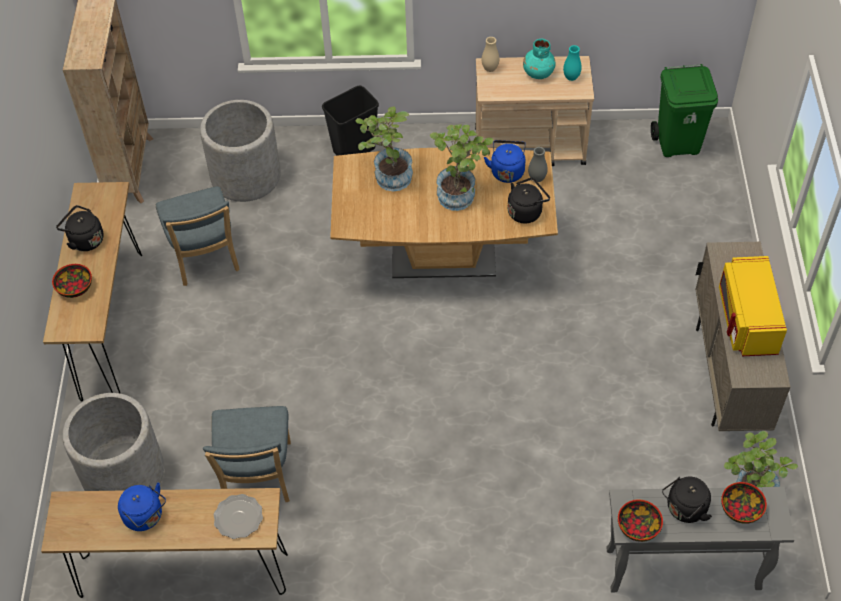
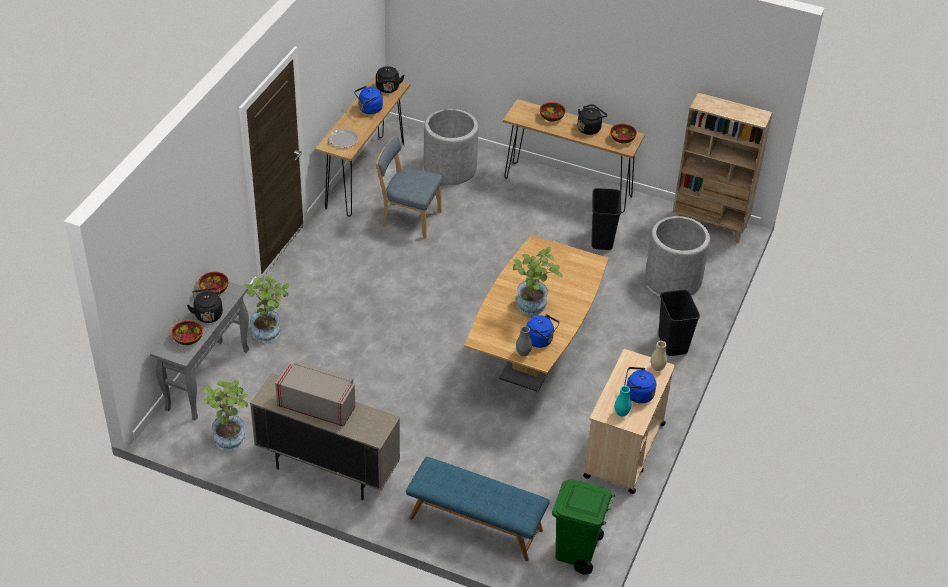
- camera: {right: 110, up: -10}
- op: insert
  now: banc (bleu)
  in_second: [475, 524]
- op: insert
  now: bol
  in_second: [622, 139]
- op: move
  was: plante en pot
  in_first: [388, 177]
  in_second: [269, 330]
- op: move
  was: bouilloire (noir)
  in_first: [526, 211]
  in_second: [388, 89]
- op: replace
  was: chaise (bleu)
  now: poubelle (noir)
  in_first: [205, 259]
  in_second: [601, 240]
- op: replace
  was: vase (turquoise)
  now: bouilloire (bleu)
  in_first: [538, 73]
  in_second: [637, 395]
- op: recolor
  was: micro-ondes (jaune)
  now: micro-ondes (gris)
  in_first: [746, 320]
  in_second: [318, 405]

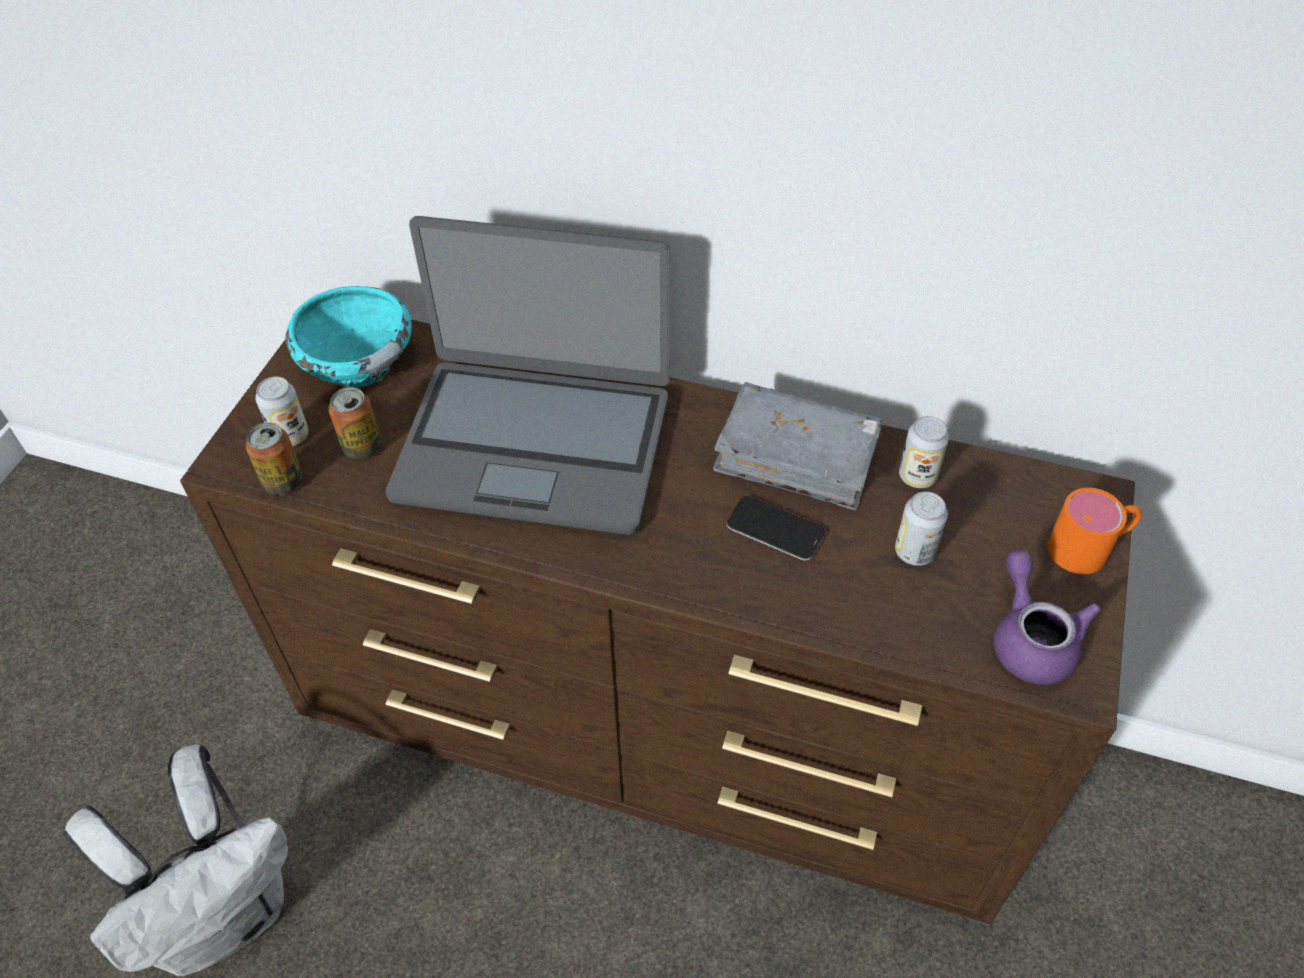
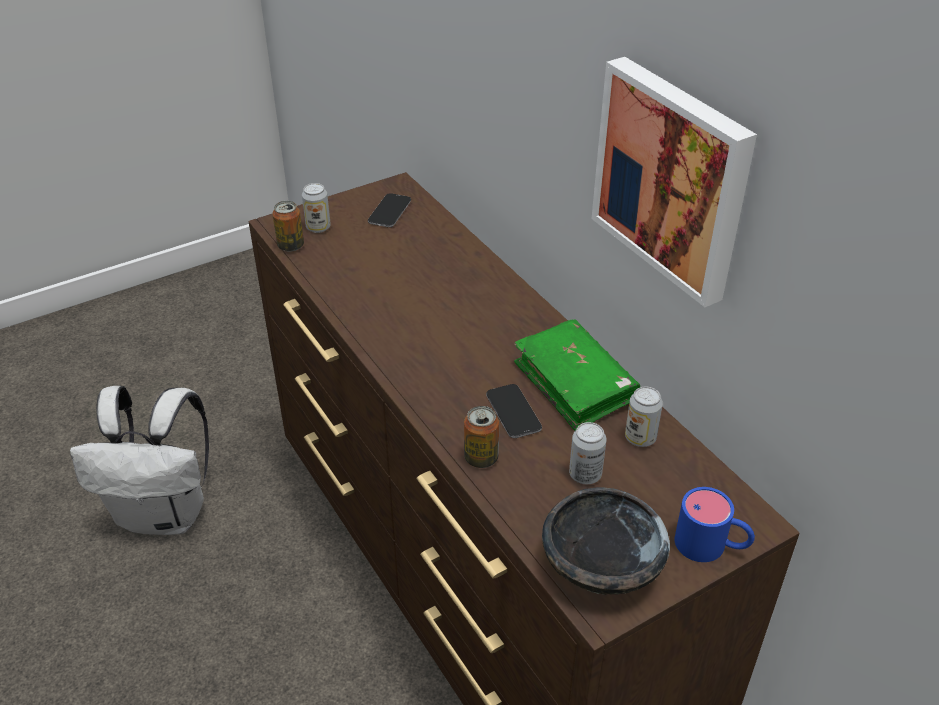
- camera: {right: 40, up: -10}
- op: delete
  was: ordinateur portable
  in_first: [534, 444]
- op: insert
  now: tableau
  in_second: [673, 178]
- op: move
  was: boîte métallique
  in_first: [362, 447]
  in_second: [481, 458]
- op: replace
  was: bol (turquoise)
  now: téléphone
  in_first: [358, 363]
  in_second: [389, 211]
- op: replace
  was: théière (violet)
  now: bol (noir)
  in_first: [1031, 639]
  in_second: [600, 566]
- op: recolor
  was: livre (gris)
  now: livre (vert)
  in_first: [797, 457]
  in_second: [574, 384]
- op: recolor
  was: mug (orange)
  now: mug (bleu)
  in_first: [1090, 547]
  in_second: [711, 546]

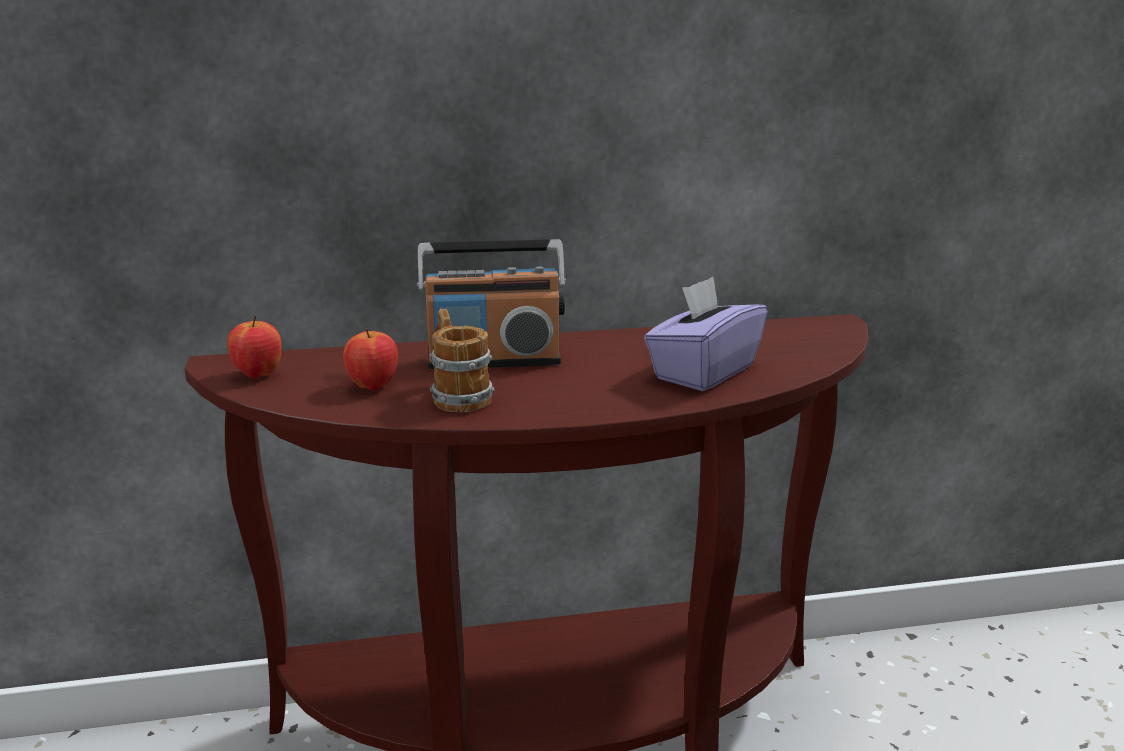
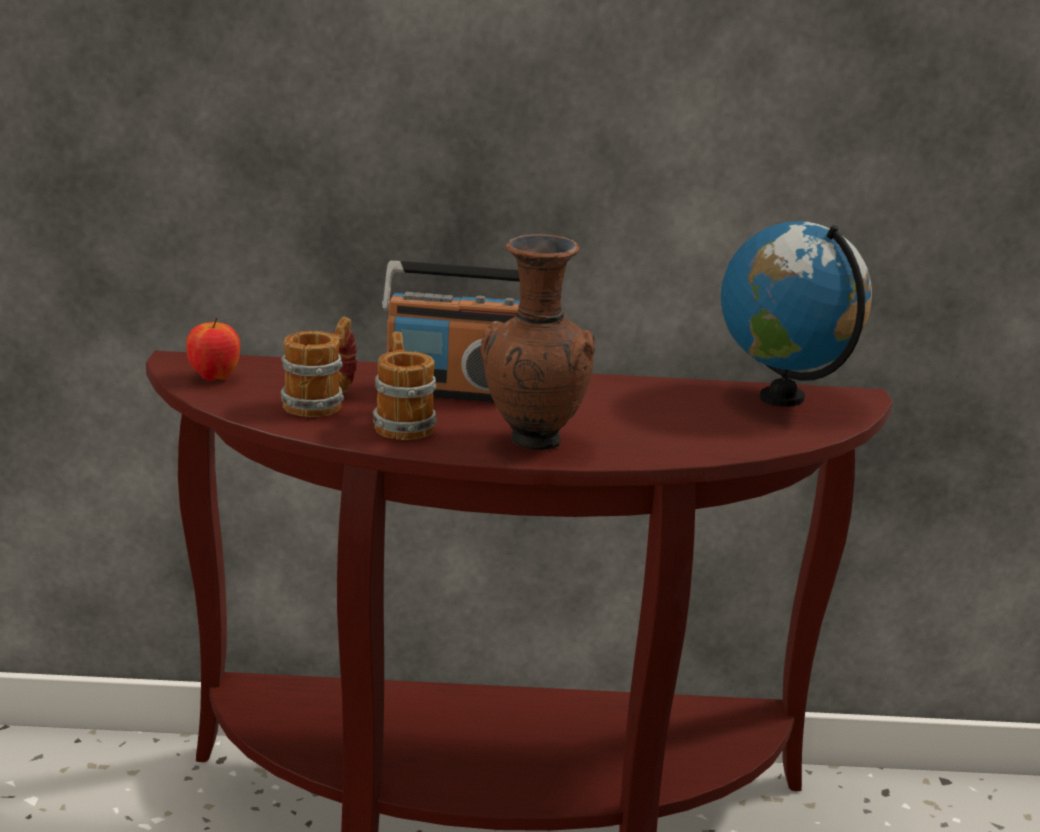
- camera: {right: 10, up: 0}
- op: delete
  was: boîte à mouchoirs (violet)
  in_first: [703, 372]
- op: insert
  now: vase (marron)
  in_second: [531, 443]
- op: insert
  now: globe
  in_second: [782, 398]
- op: replace
  was: pomme
  now: mug
  in_first: [373, 386]
  in_second: [322, 403]

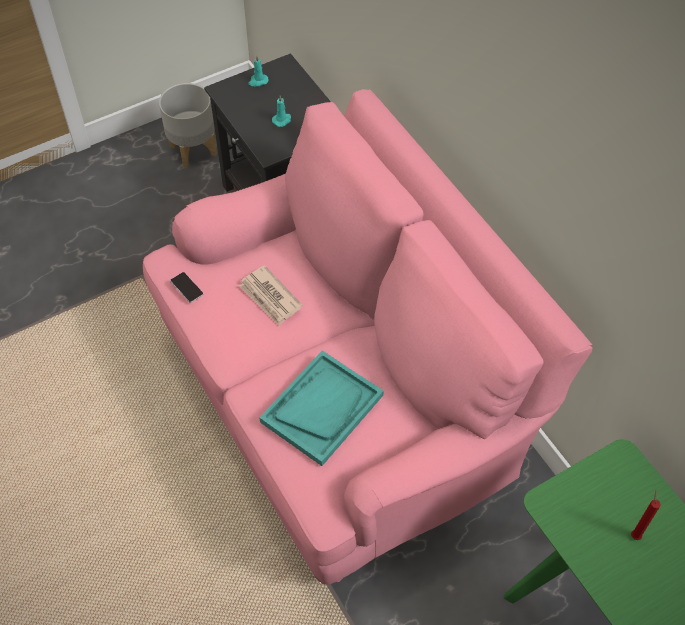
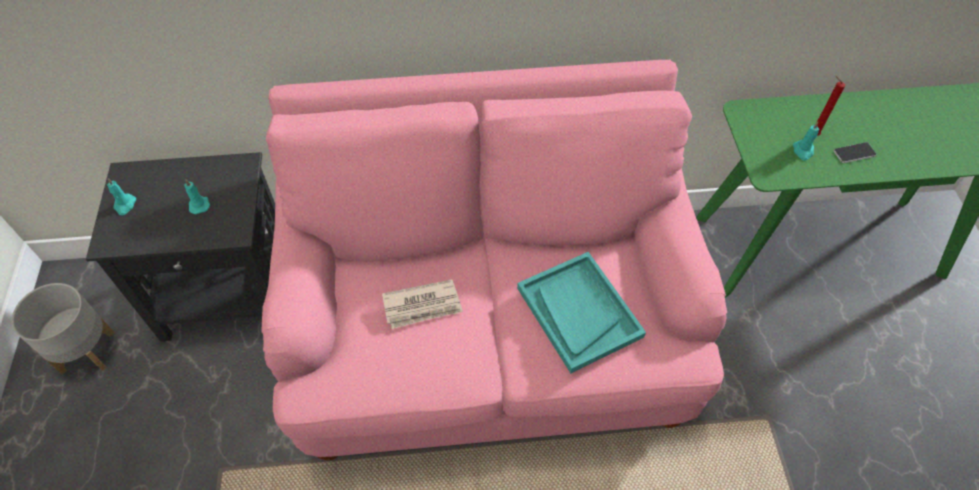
- camera: {right: -65, up: 0}
- op: insert
  now: bougie (turquoise)
  in_second: [803, 151]
- op: move
  was: téléphone
  in_first: [187, 287]
  in_second: [854, 153]

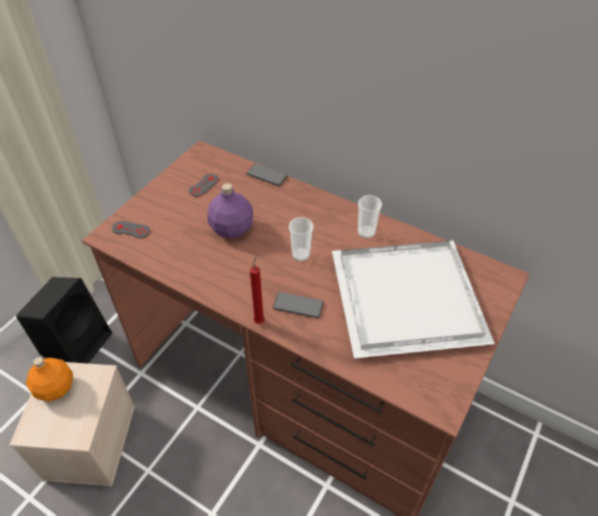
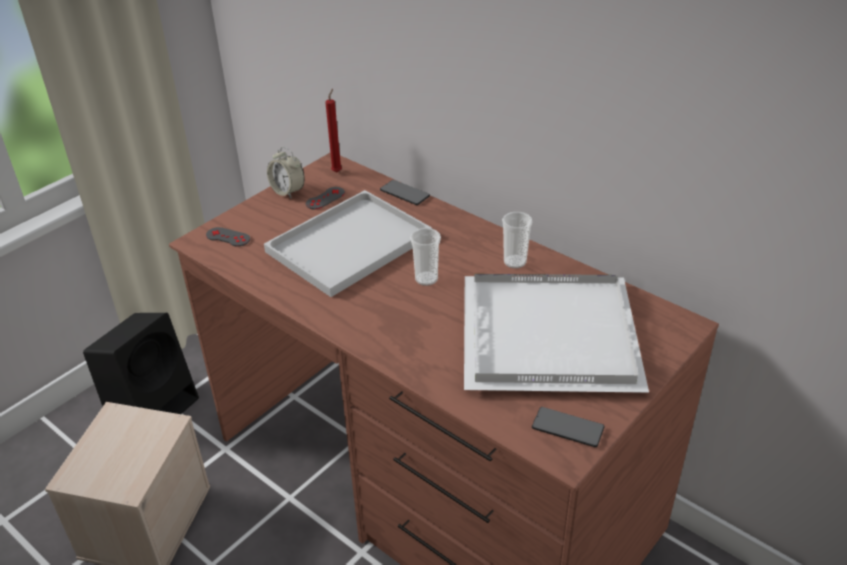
- camera: {right: 10, up: -10}
- op: delete
  was: bouteille (orange)
  in_first: [55, 388]
- op: insert
  now: réveil
  in_second: [288, 191]
- op: move
  was: bougie (rouge)
  in_first: [259, 320]
  in_second: [337, 171]
- op: move
  was: téléphone
  in_first: [298, 305]
  in_second: [567, 428]
- op: replace
  was: bouteille (violet)
  now: plateau (blanc)
  in_first: [231, 229]
  in_second: [348, 246]

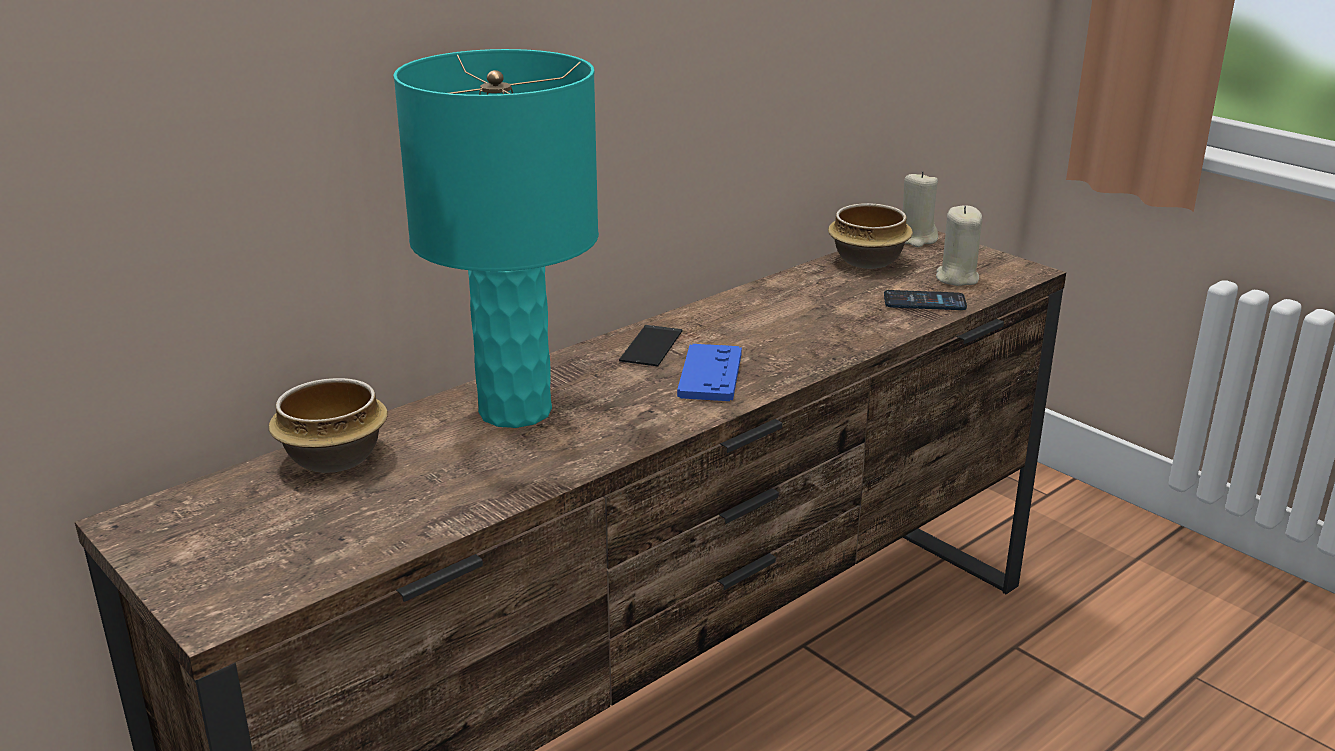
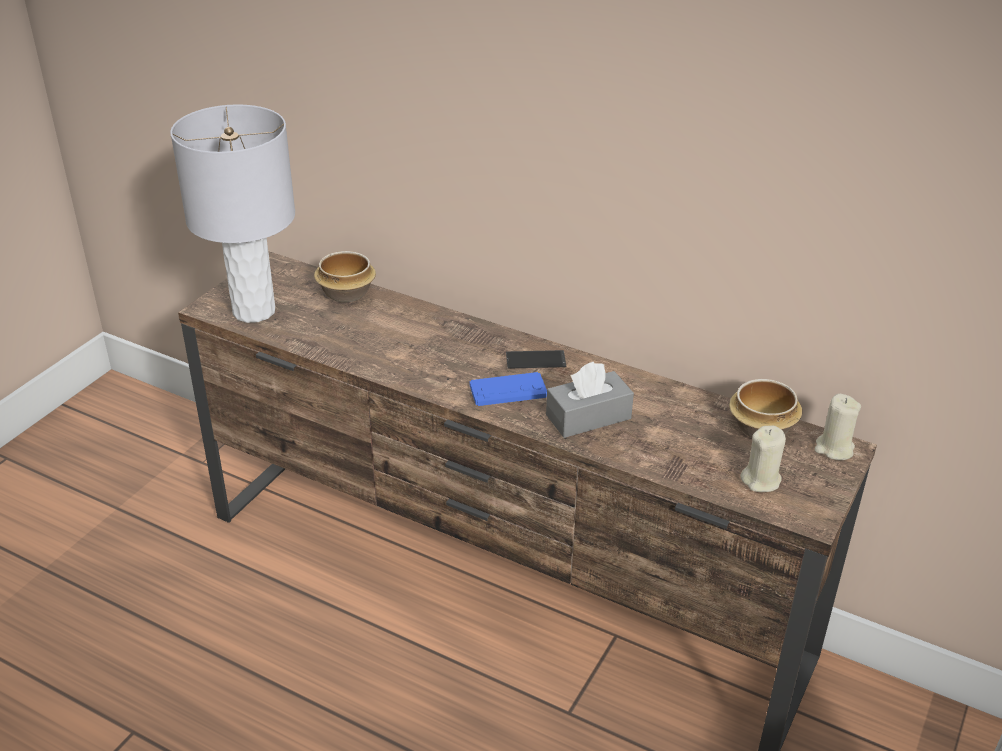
- camera: {right: 70, up: 10}
- op: delete
  was: lampe de table (turquoise)
  in_first: [514, 410]
- op: delete
  was: téléphone
  in_first: [924, 302]
- op: insert
  now: lampe de table (gris)
  in_second: [254, 311]
- op: insert
  now: boîte à mouchoirs (gris)
  in_second: [588, 417]

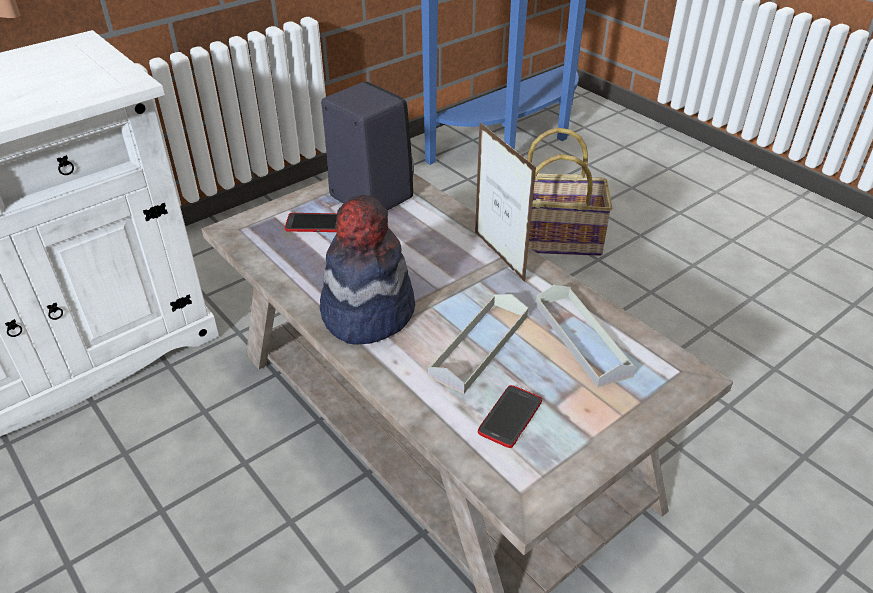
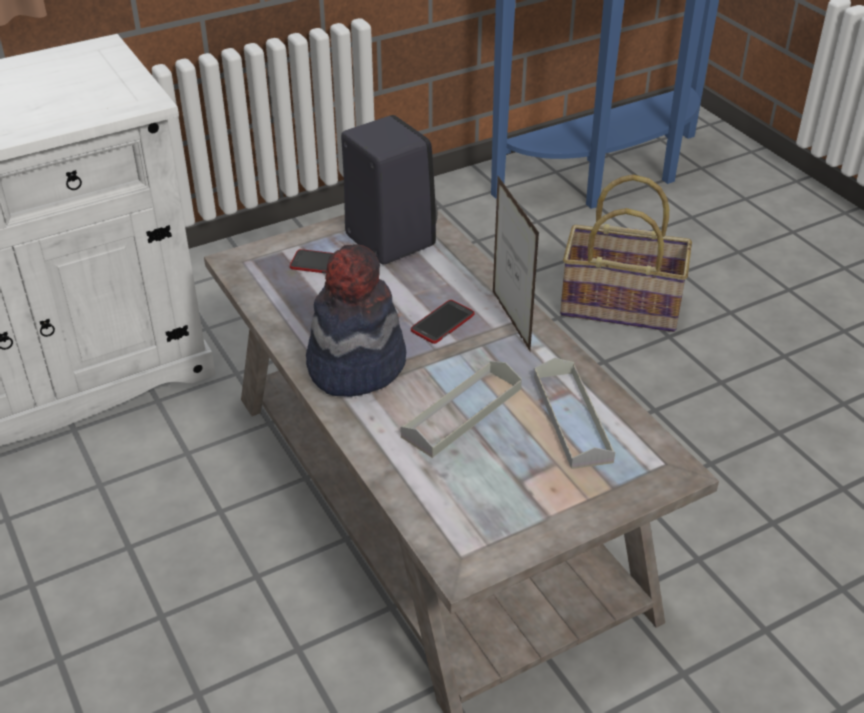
- camera: {right: 10, up: 0}
- op: move
  was: téléphone
  in_first: [510, 417]
  in_second: [442, 323]

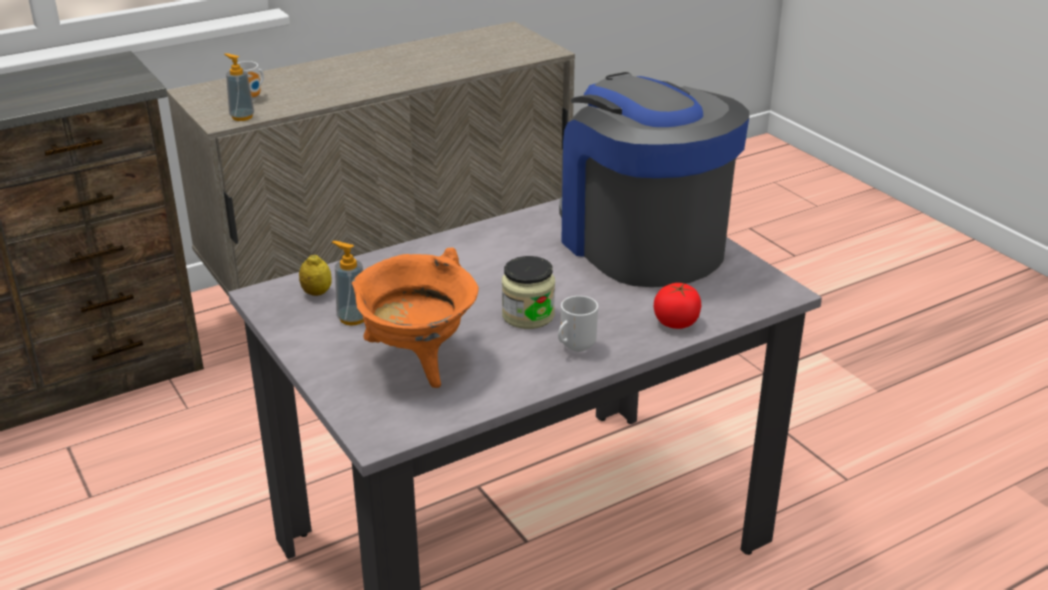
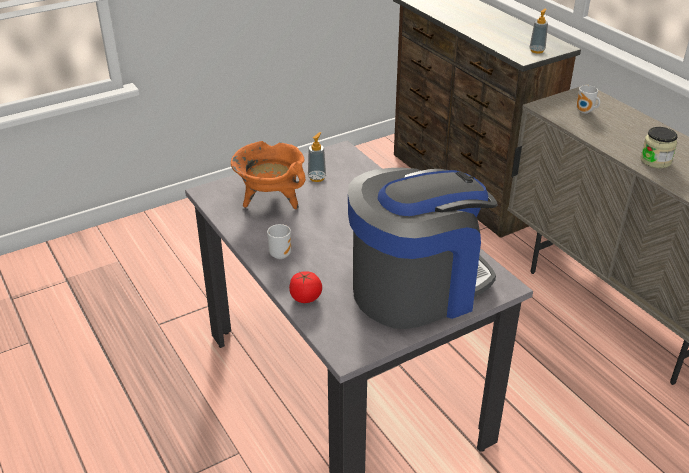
- camera: {right: 90, up: 5}
- op: delete
  was: citron
  in_first: [317, 293]
- op: move
  was: distributeur de savon
  in_first: [242, 117]
  in_second: [537, 50]
- op: move
  was: bocal
  in_first: [528, 315]
  in_second: [655, 161]

